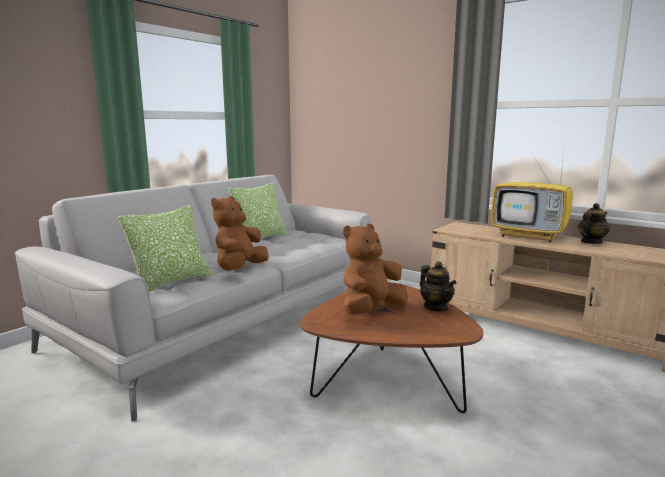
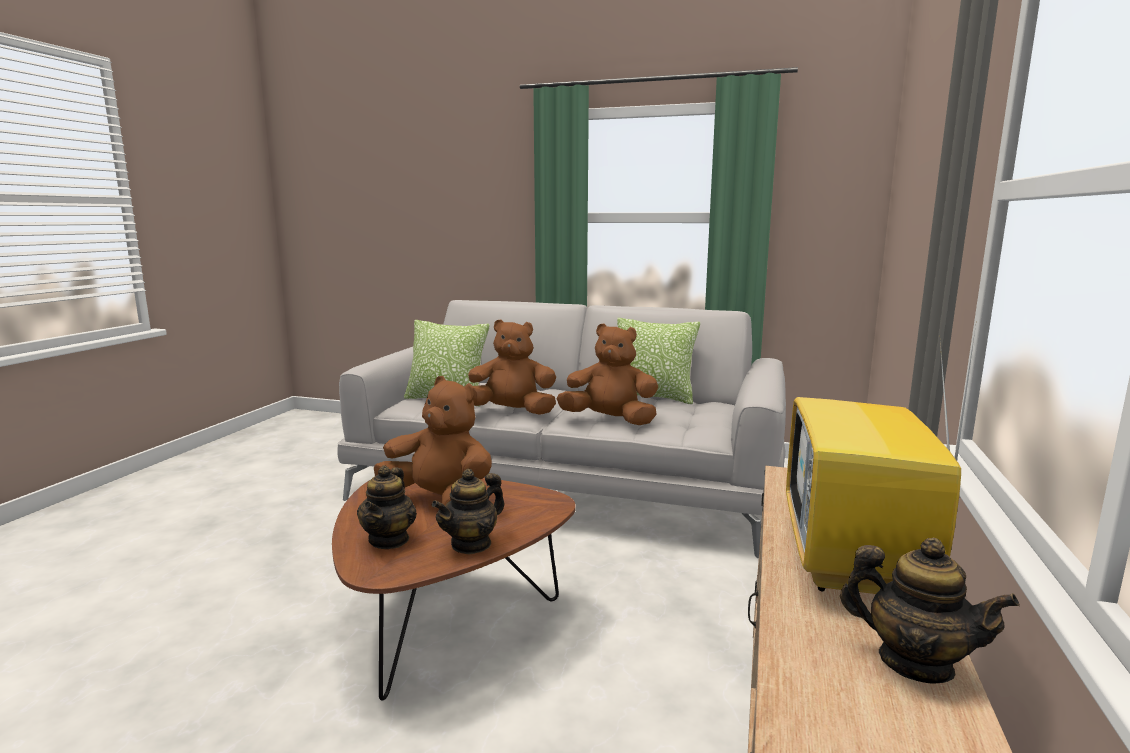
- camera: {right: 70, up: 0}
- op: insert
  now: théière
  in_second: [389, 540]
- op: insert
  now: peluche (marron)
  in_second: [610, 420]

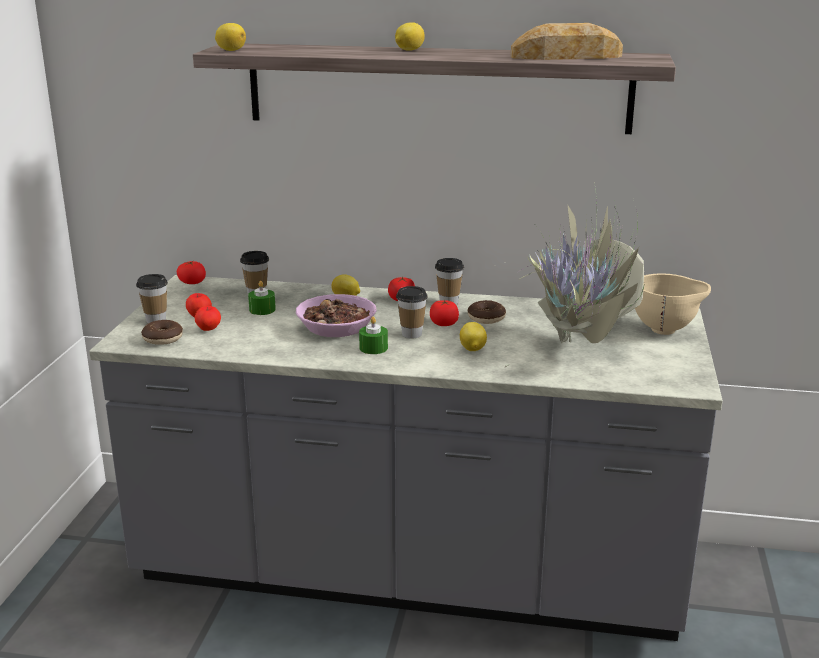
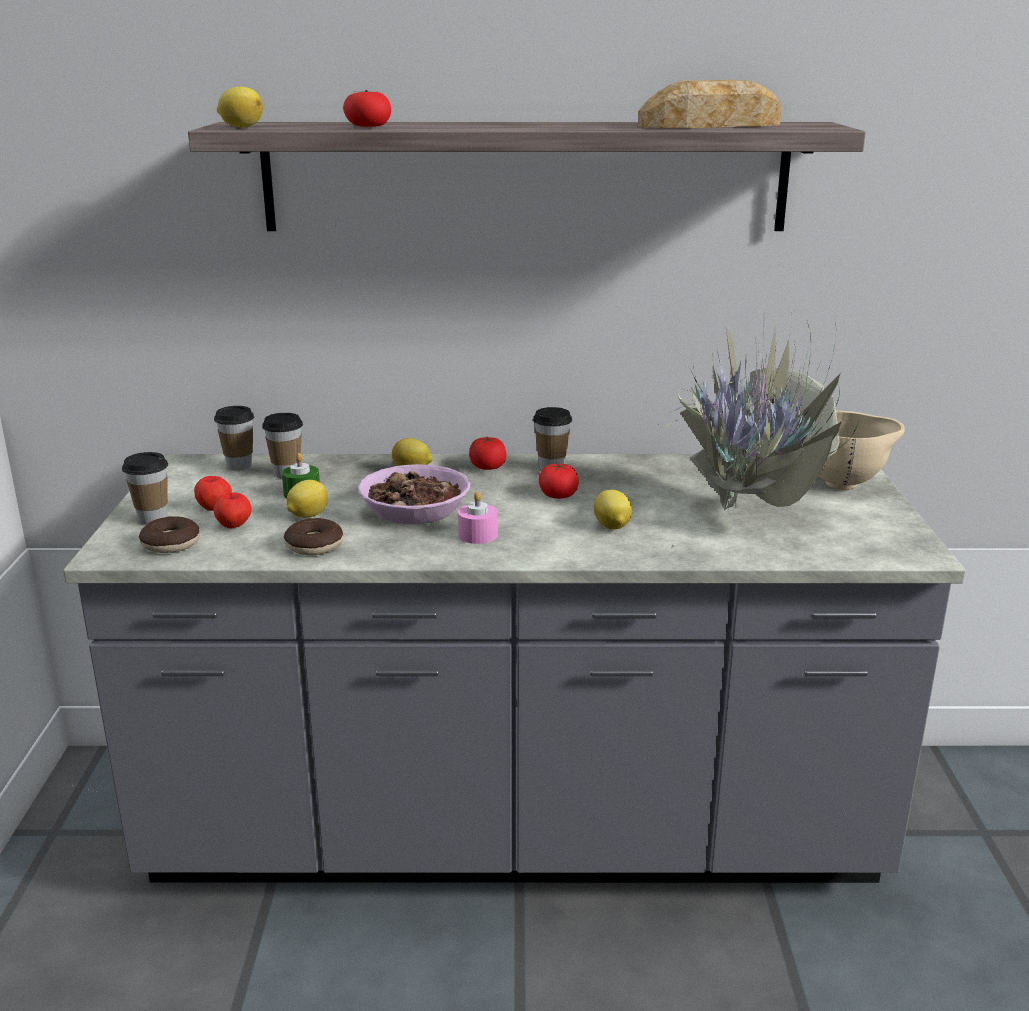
- camera: {right: -10, up: 0}
- op: move
  was: tomate
  in_first: [192, 282]
  in_second: [368, 127]
- op: move
  was: citron
  in_first: [409, 50]
  in_second: [307, 516]
- op: move
  was: tasse
  in_first: [411, 334]
  in_second: [239, 465]
- op: move
  was: beignet
  in_first: [486, 318]
  in_second: [314, 546]
- op: recolor
  was: bougie (vert)
  now: bougie (rose)
  in_first: [373, 348]
  in_second: [477, 535]

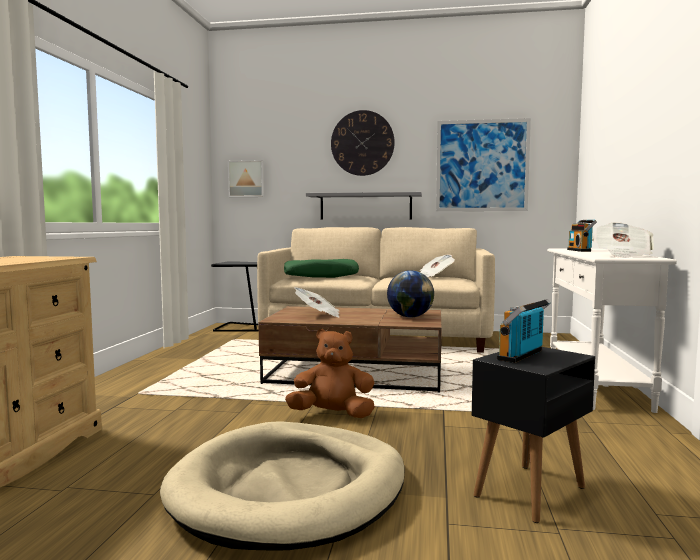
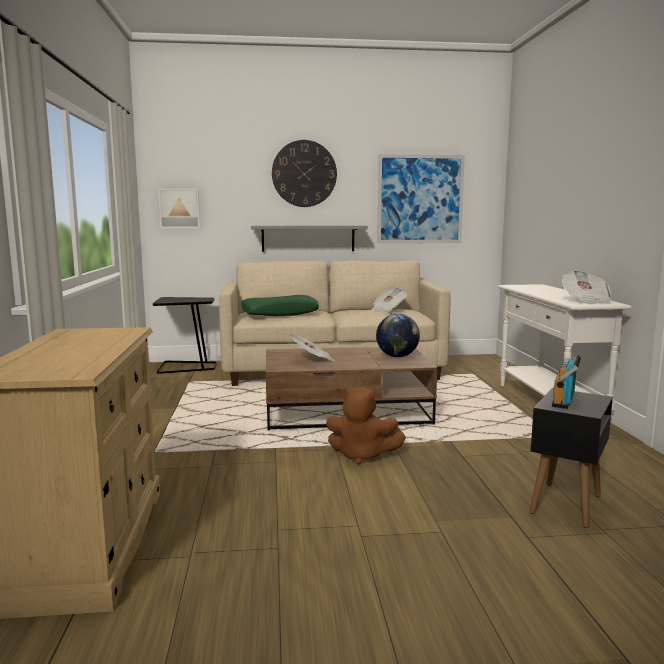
- camera: {right: -15, up: 5}
- op: delete
  was: panier pour chien (beige)
  in_first: [290, 489]
- op: delete
  was: radio
  in_first: [580, 250]
- op: rotate
  was: peluche (marron)
  in_first: [332, 415]
  in_second: [362, 455]
  clockwise: -150

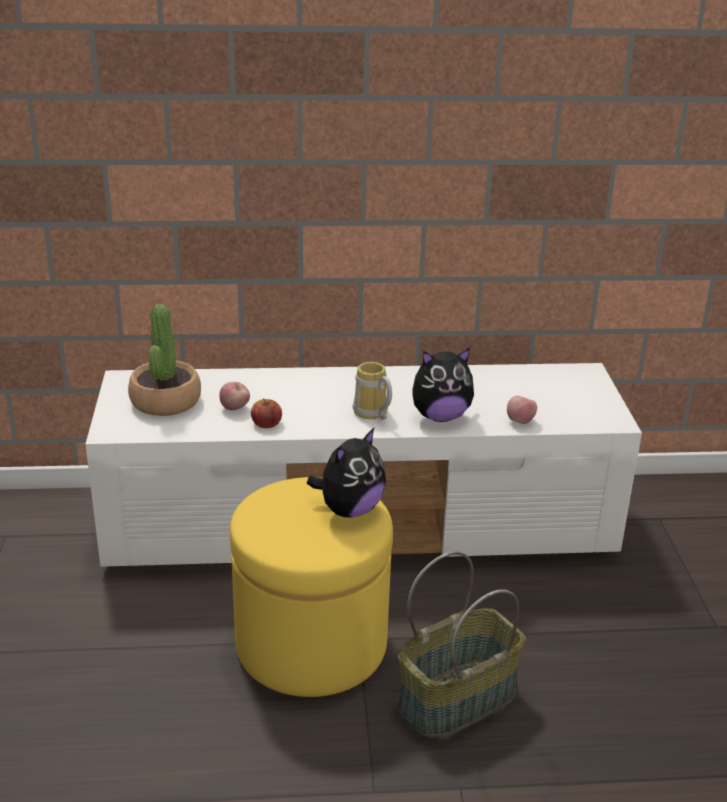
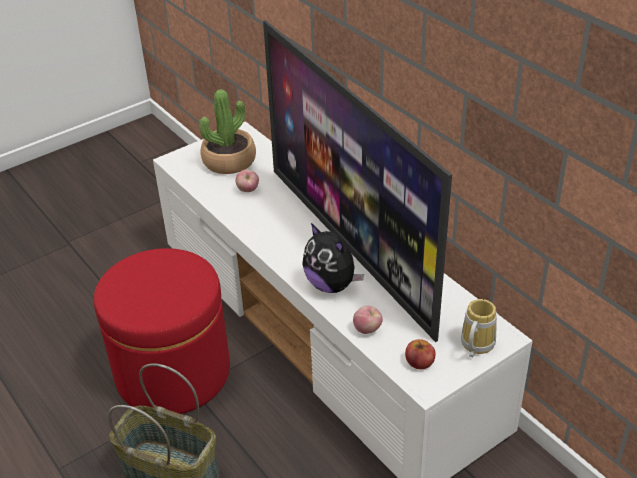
- camera: {right: 60, up: 10}
- op: delete
  was: peluche
  in_first: [349, 510]
- op: insert
  now: téléviseur
  in_second: [352, 246]
- op: move
  was: pomme
  in_first: [266, 423]
  in_second: [419, 361]
- op: move
  was: mug
  in_first: [371, 414]
  in_second: [474, 346]
- op: recolor
  was: pouf (jaune)
  now: pouf (rouge)
  in_first: [311, 644]
  in_second: [173, 372]

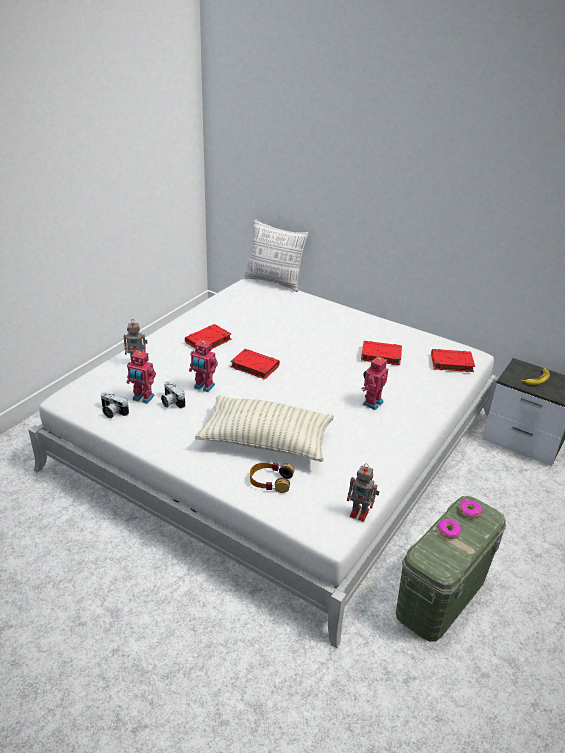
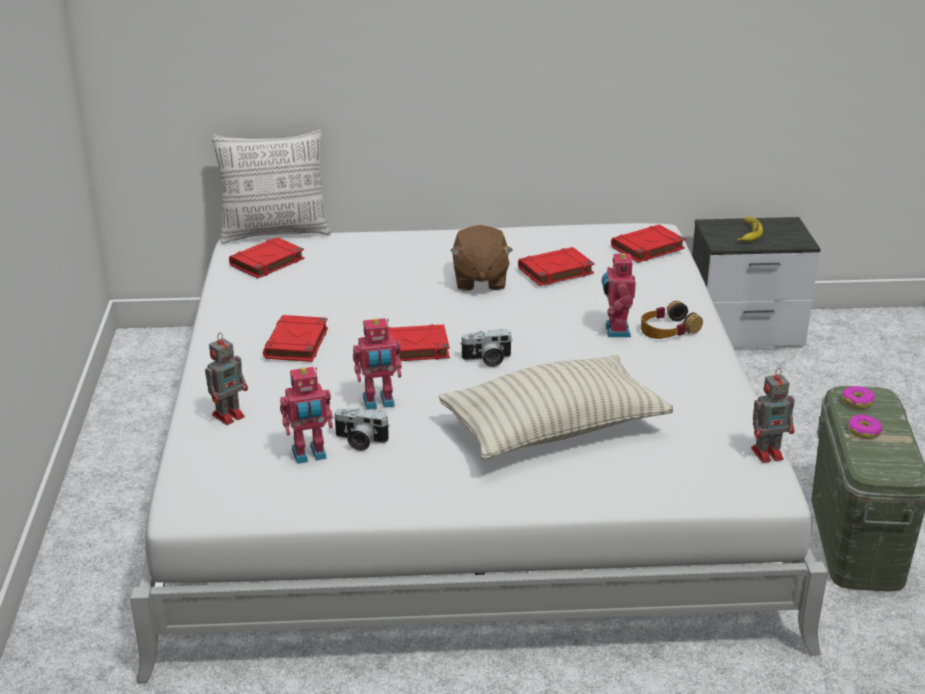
- camera: {right: -35, up: -5}
- op: insert
  now: livre (rouge)
  in_second: [267, 262]
- op: insert
  now: peluche (marron)
  in_second: [479, 280]
- op: move
  was: appareil photo
  in_first: [112, 412]
  in_second: [487, 360]
- op: move
  was: casque audio
  in_first: [270, 481]
  in_second: [668, 329]

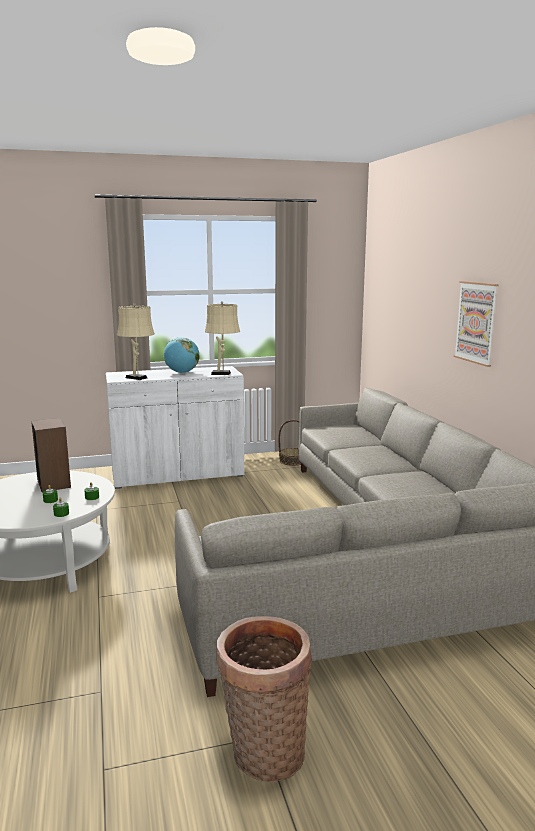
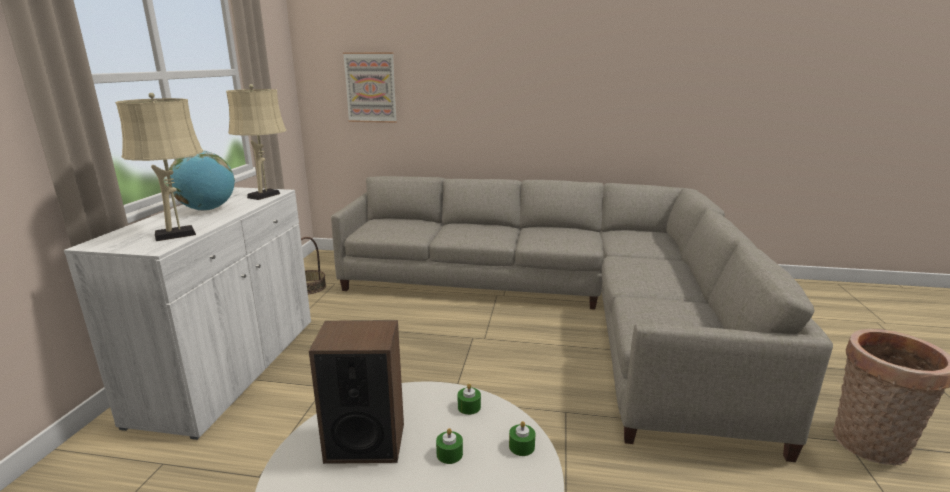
- camera: {right: -65, up: 5}
- op: move
  was: tableau
  in_first: [476, 322]
  in_second: [370, 87]

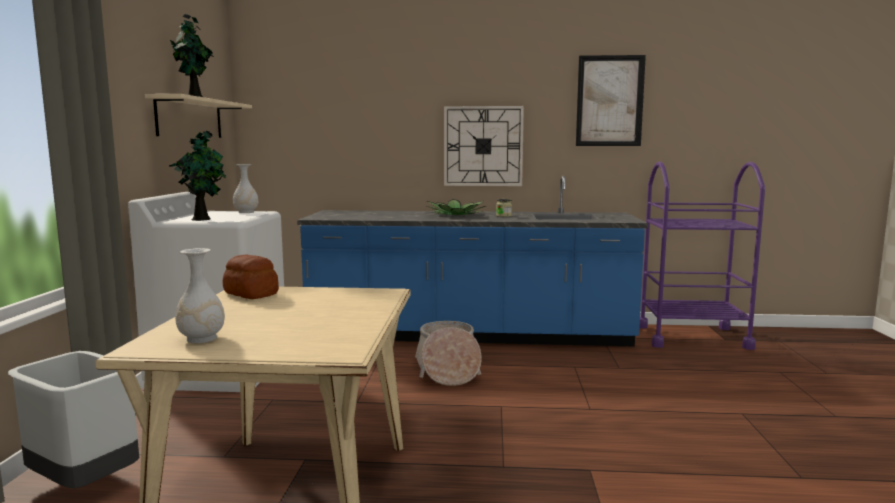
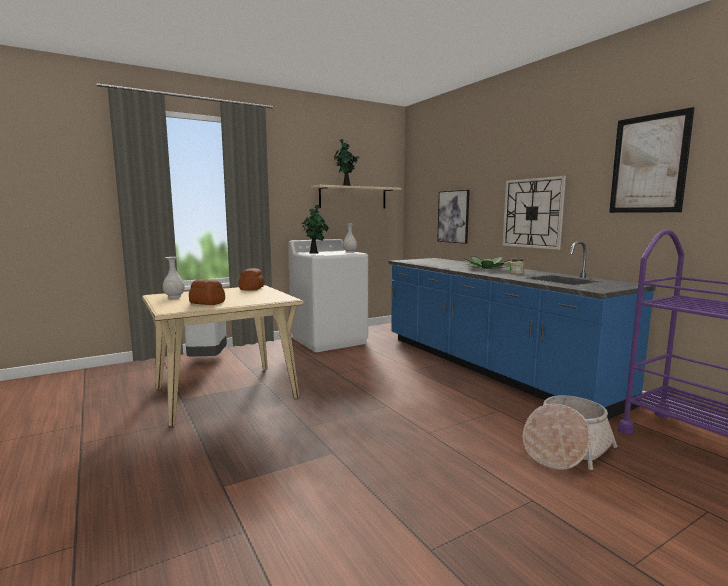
- camera: {right: 55, up: 0}
- op: insert
  now: pain
  in_second: [207, 303]
- op: insert
  now: tableau
  in_second: [453, 216]
- op: move
  was: panier
  in_first: [447, 370]
  in_second: [565, 450]

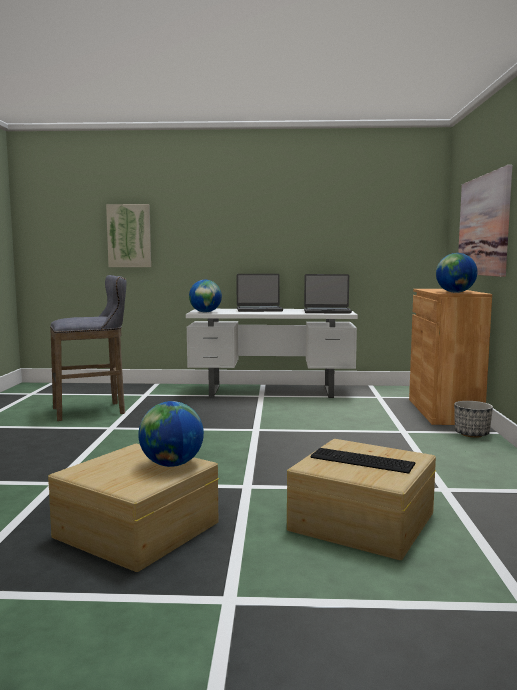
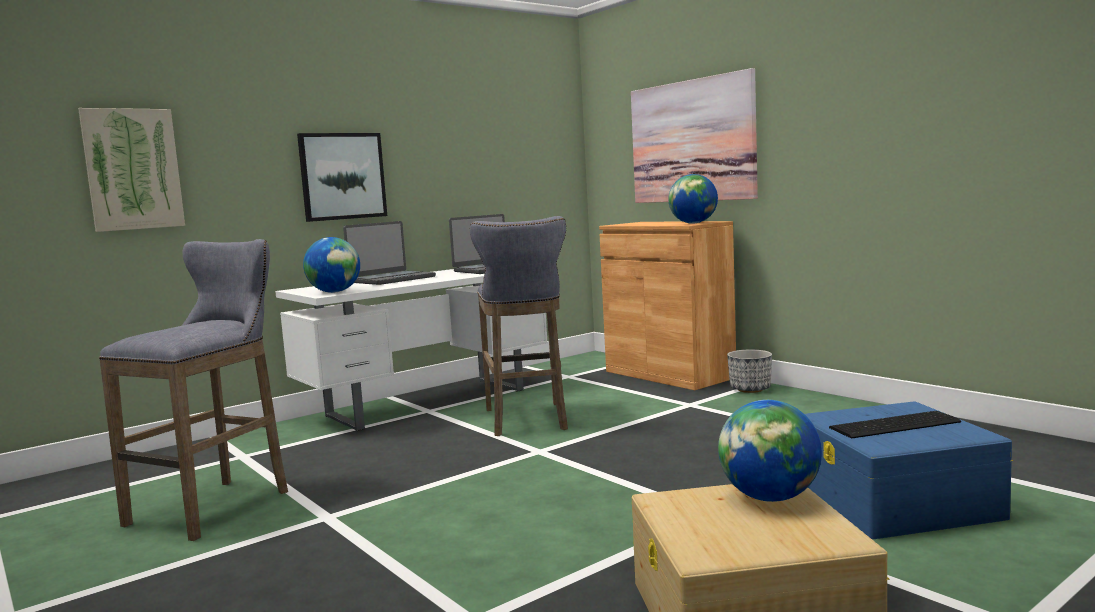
- camera: {right: -40, up: 0}
- op: insert
  now: tableau
  in_second: [342, 176]
- op: insert
  now: tabouret (gris)
  in_second: [527, 421]
- op: recolor
  was: boîte de rangement (beige)
  now: boîte de rangement (bleu)
  in_first: [361, 521]
  in_second: [895, 501]

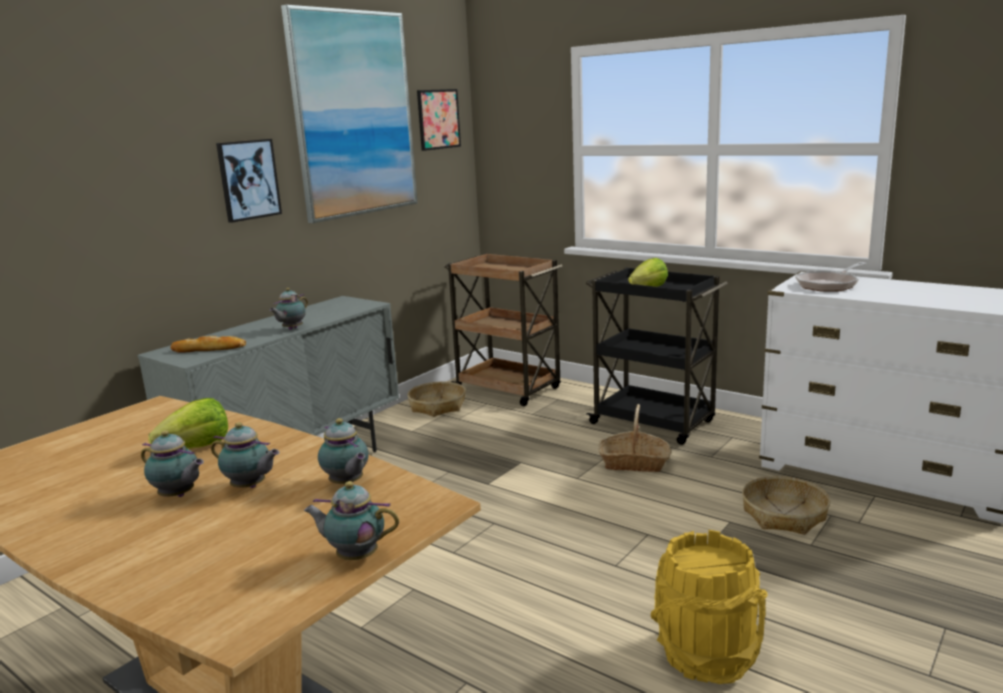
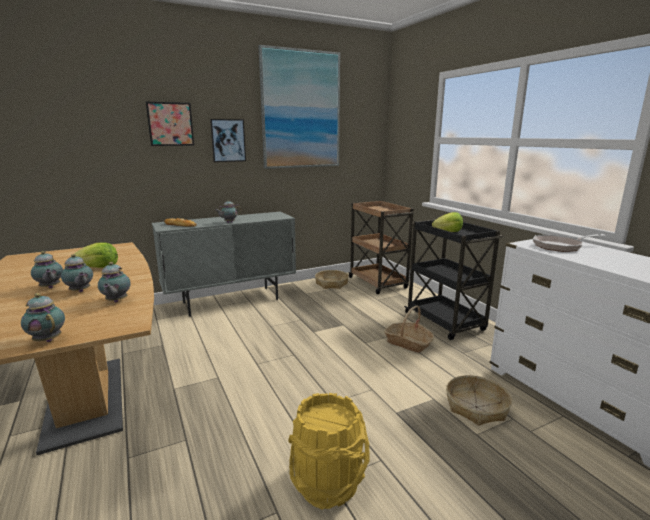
- camera: {right: 25, up: 0}
- op: move
  was: tableau
  in_first: [438, 119]
  in_second: [170, 124]

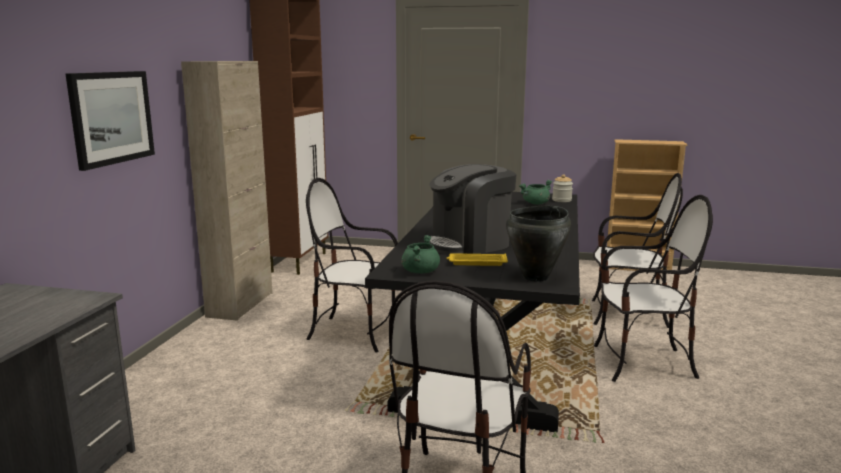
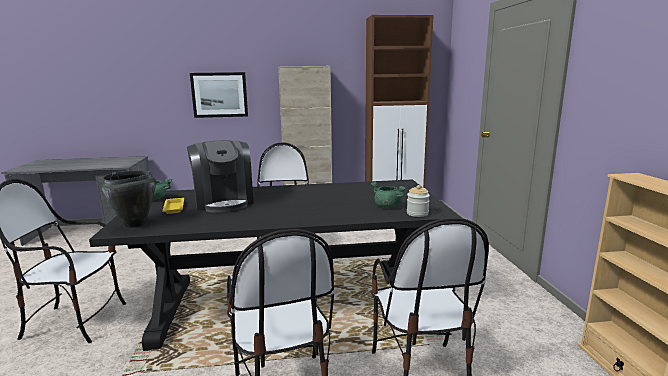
- camera: {right: 70, up: 0}
- op: rotate
  was: machine à café
  in_first: [469, 244]
  in_second: [224, 201]
  clockwise: -150

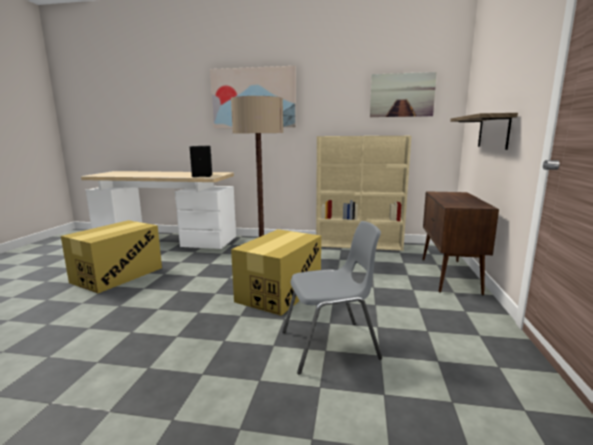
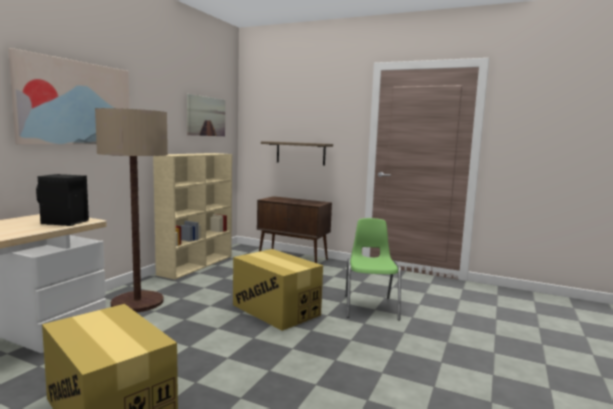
- camera: {right: -75, up: -5}
- op: recolor
  was: chaise (gris)
  now: chaise (vert)
  in_first: [331, 345]
  in_second: [370, 307]

